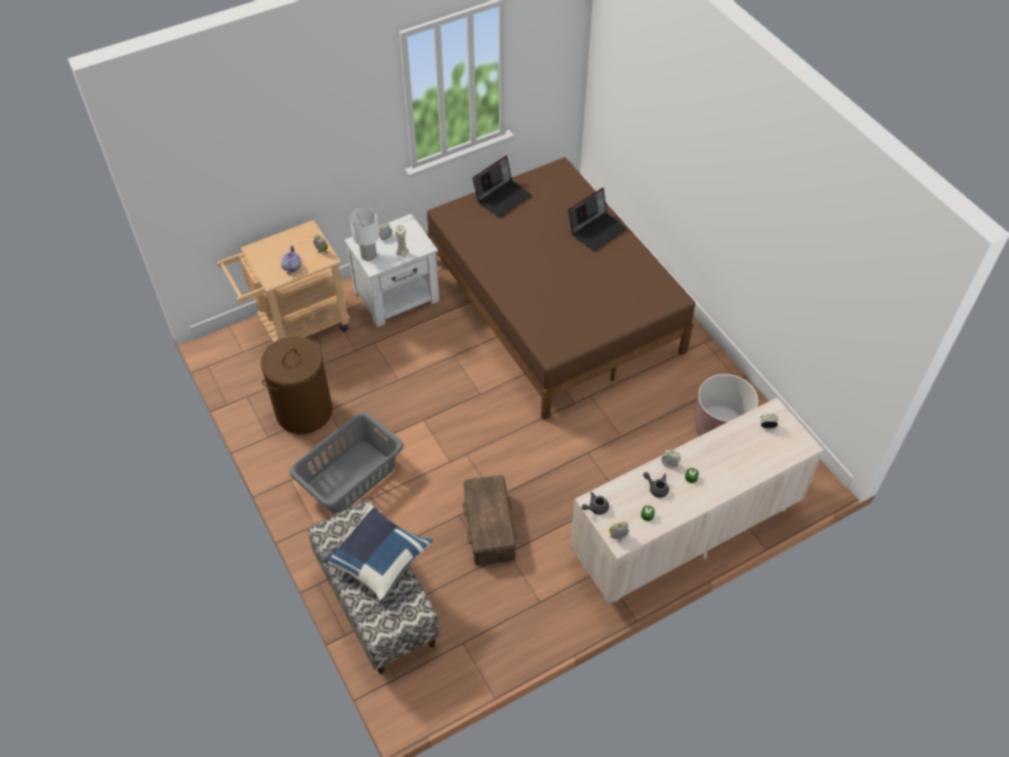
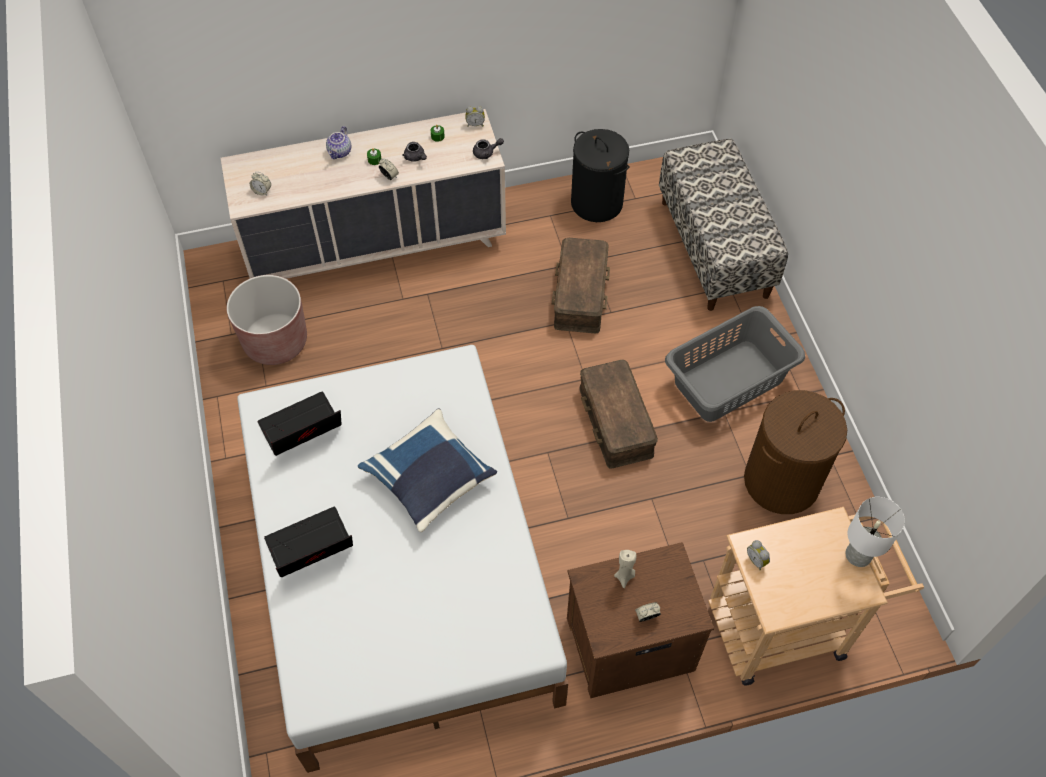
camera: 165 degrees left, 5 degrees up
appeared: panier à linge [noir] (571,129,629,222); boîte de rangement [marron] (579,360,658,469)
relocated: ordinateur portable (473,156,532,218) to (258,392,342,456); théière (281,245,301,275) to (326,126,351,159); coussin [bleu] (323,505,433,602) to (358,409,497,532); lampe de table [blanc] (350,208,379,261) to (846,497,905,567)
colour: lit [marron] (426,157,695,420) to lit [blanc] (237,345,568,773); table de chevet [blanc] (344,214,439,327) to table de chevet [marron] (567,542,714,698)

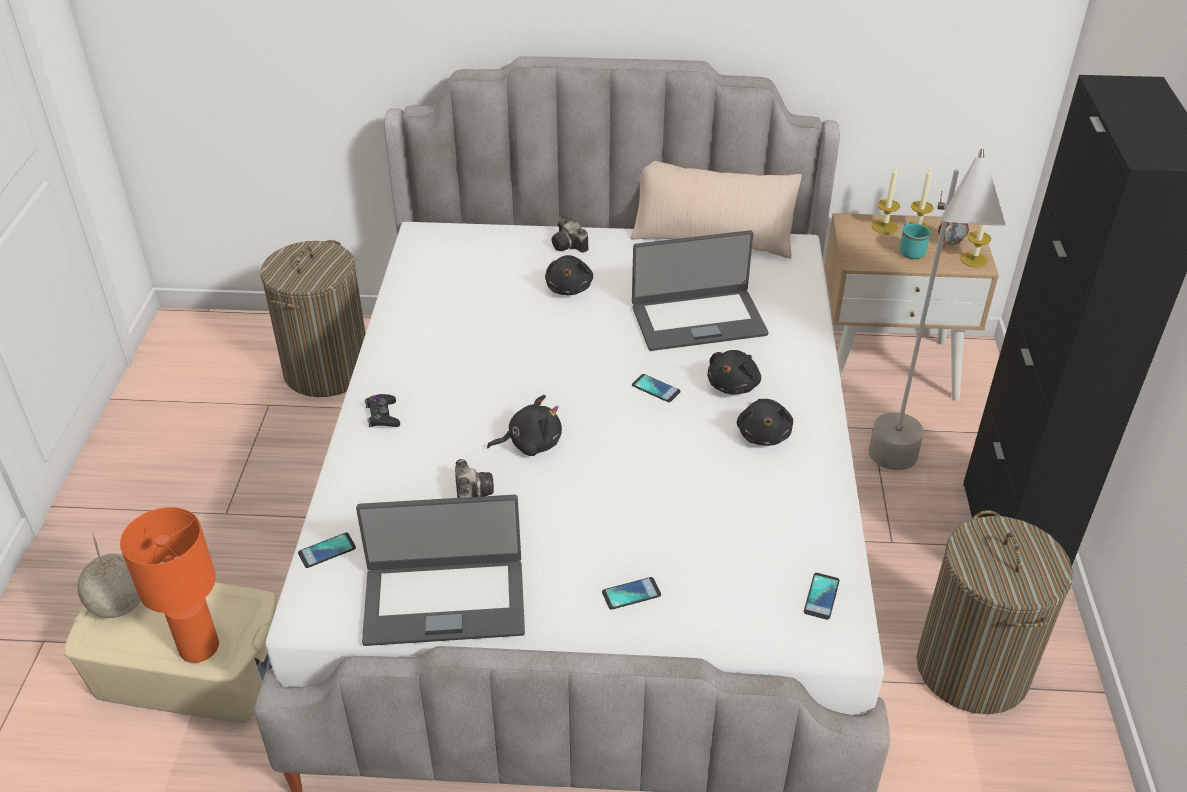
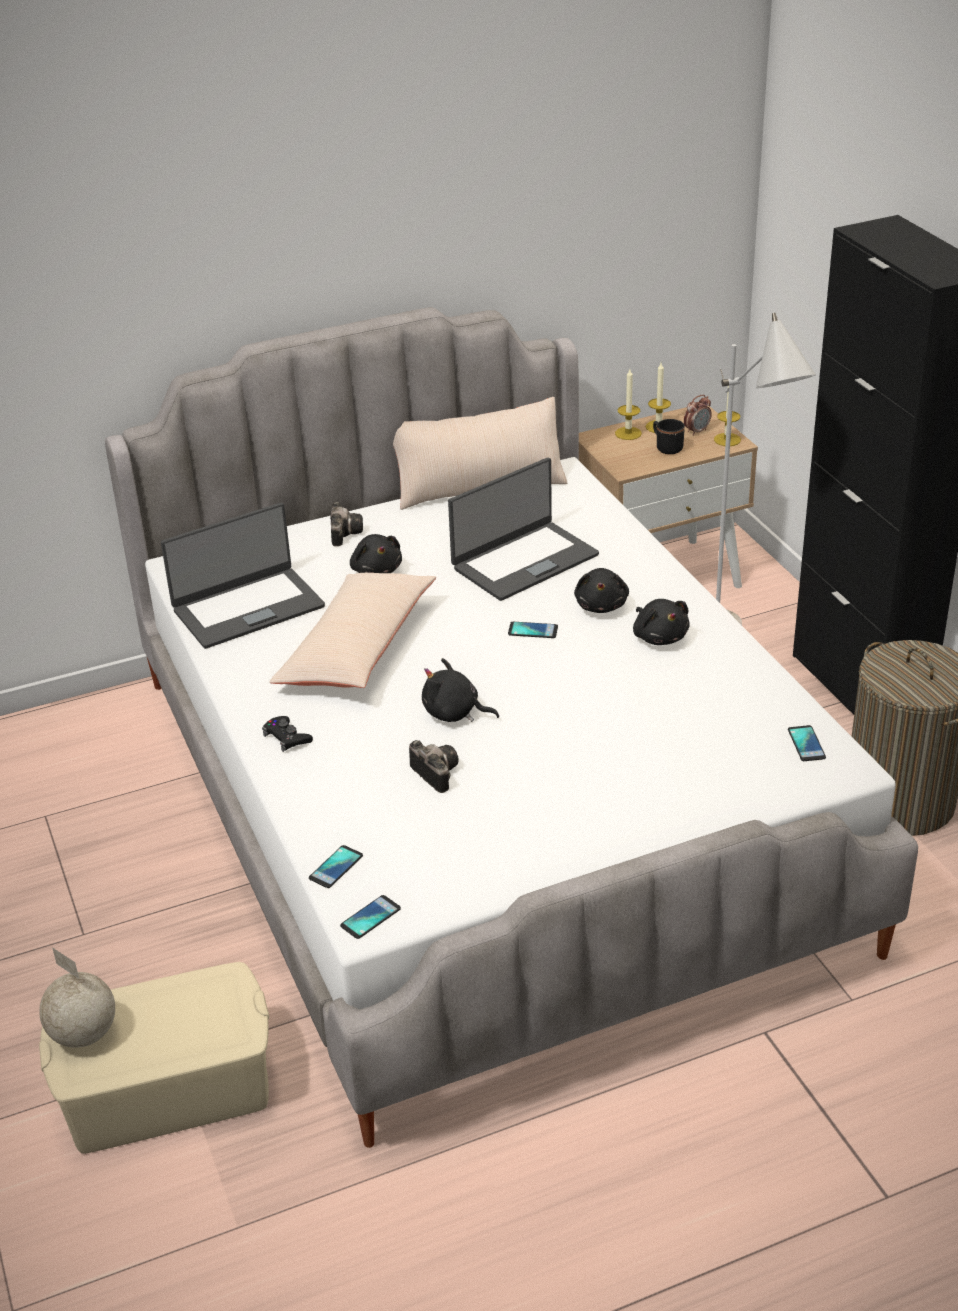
camera: 25 degrees left, 5 degrees down
missing: lampe de table [orange] (120,507,219,663); panier à linge (260,240,366,397)
appeared: coussin [beige] (269,573,436,688)
relocated: ordinateur portable (356,495,525,646) to (161,503,325,649); téléphone (602,577,661,610) to (340,895,401,939)
colour: mug [turquoise] (900,223,931,259) to mug [noir] (653,419,685,454)
spun: appareil photo (551,216,588,253) = (330,502,363,546) 120 degrees counterclockwise; peluche [noir] (487,395,562,456) = (422,658,499,722) 120 degrees counterclockwise

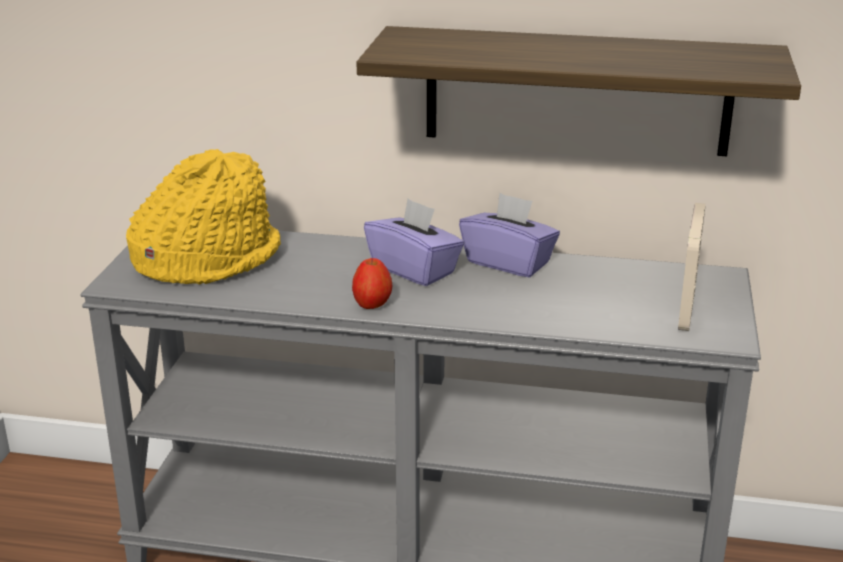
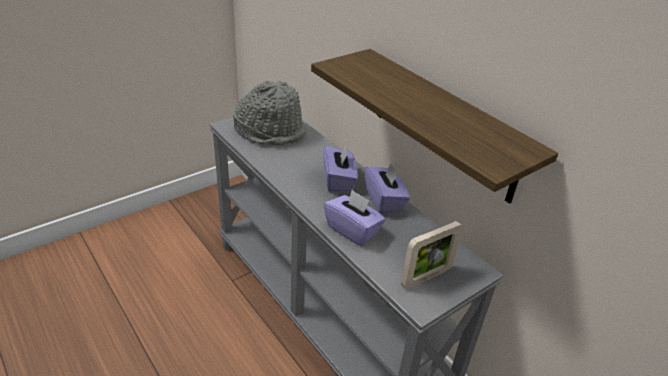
camera: 40 degrees right, 10 degrees up
missing: pomme (352,258,393,309)
appeared: boîte à mouchoirs [violet] (324,190,386,246)
colour: chapeau [jaune] (126,149,281,285) to chapeau [gris] (233,81,307,145)

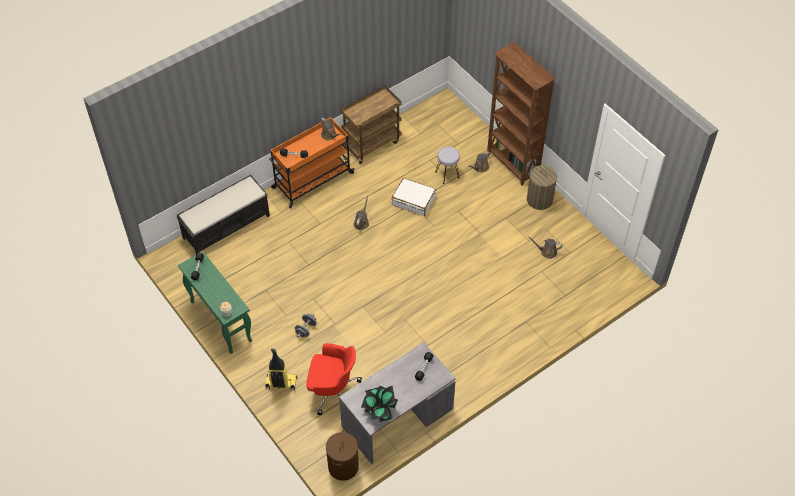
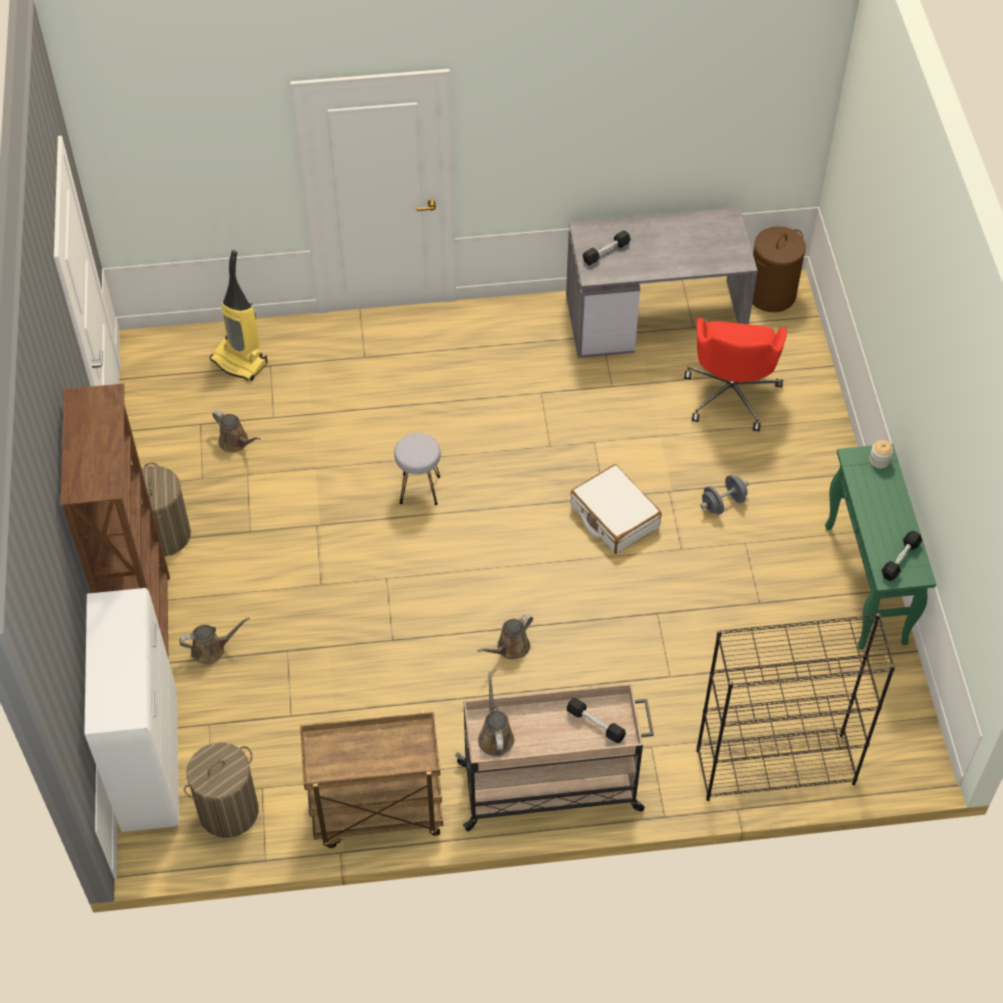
camera: 150 degrees left, 0 degrees up
missing: plante en pot (361,385,398,422)
appeared: meuble de rangement [blanc] (84,588,179,832); panier à linge (184,743,259,838)
relocated: aspirateur (265,348,297,390) to (210,250,268,381); tabouret [gris] (435,146,460,184) to (394,433,441,505); valise [blanc] (392,178,436,216) to (570,464,662,554)
exchanged: banc [noir] (177,175,270,255) to bibliothèque [noir] (696,613,895,801)
colour: chariot [orange] (269,117,355,208) to chariot [beige] (455,683,654,831)
spun: chaise de bureau [rouge] (306,343,362,415) = (684,318,787,431) 120 degrees counterclockwise

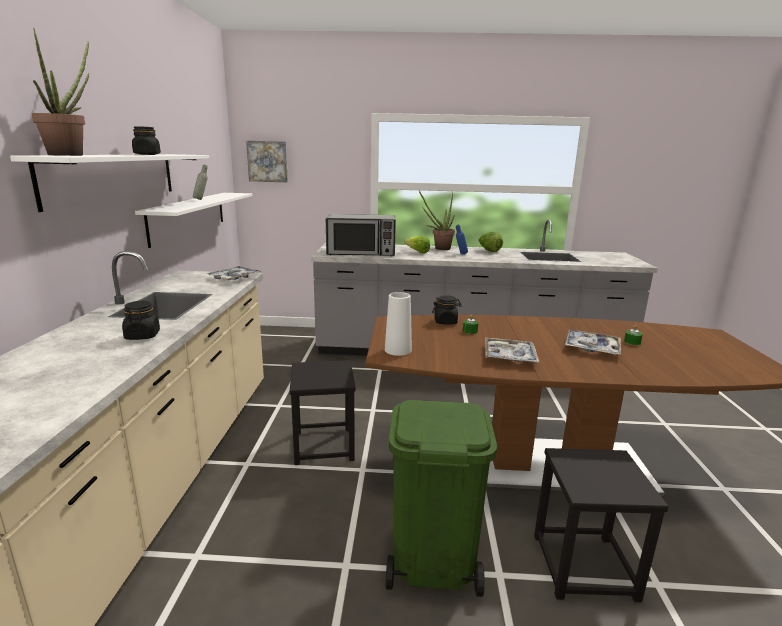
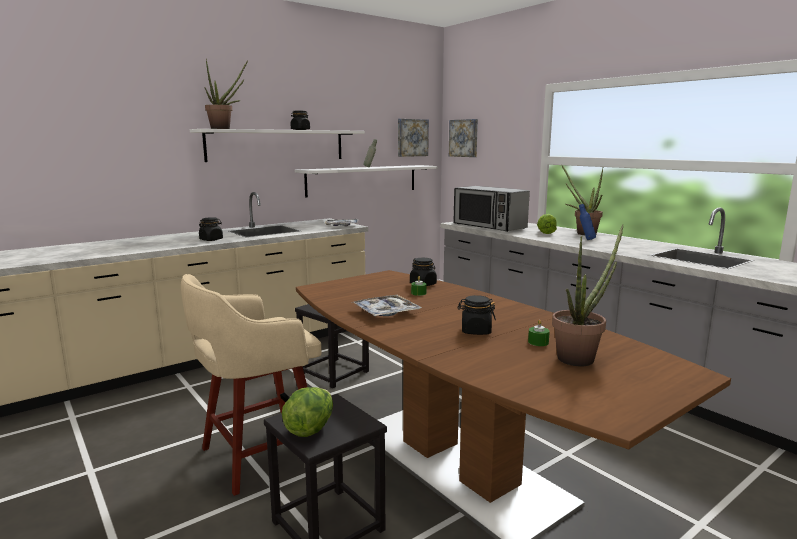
camera: 50 degrees right, 5 degrees down
missing: vase [blanc] (385,292,412,356)
appeared: tableau (398,119,429,157); plante en pot (552,224,624,366)
relocated: laitue (478,232,503,252) to (282,387,333,437)
exchanged: poubelle [vert] (386,400,497,597) to tabouret [beige] (181,274,321,496); plateau (565,330,621,355) to bocal [noir] (458,295,496,335)

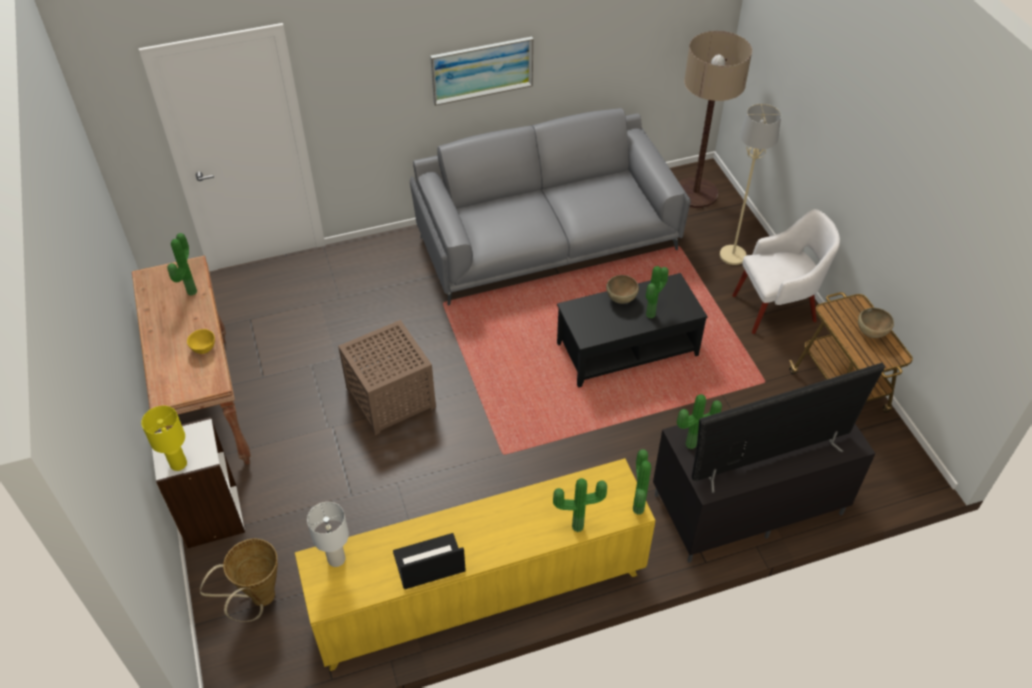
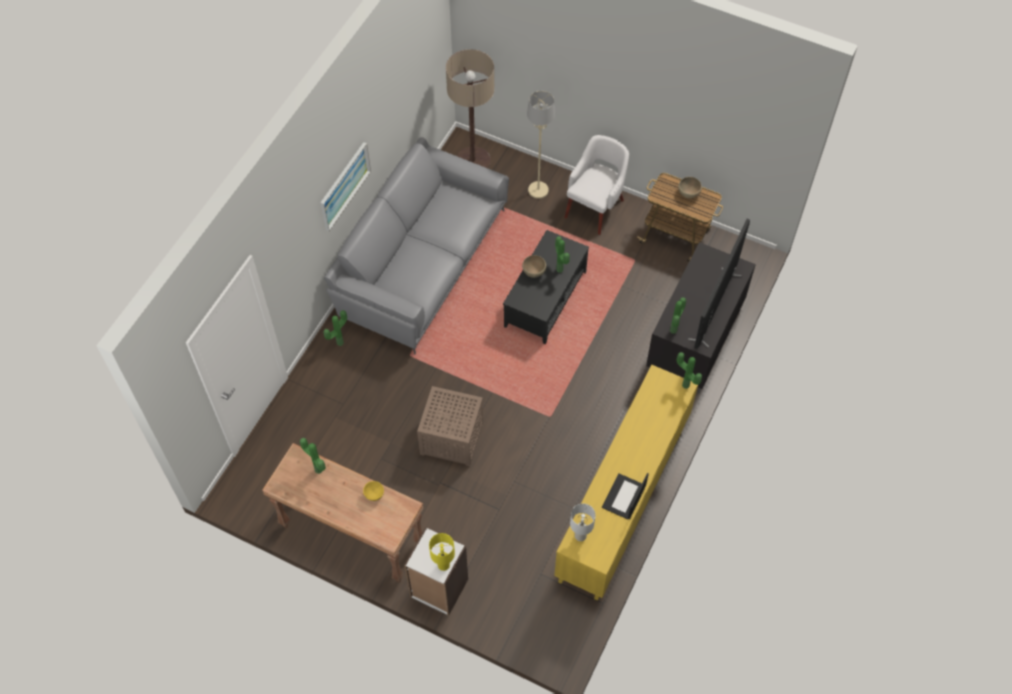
camera: 45 degrees left, 10 degrees up
missing: panier (200,539,278,622)
relocated: plante en pot (553,478,607,532) to (323,310,347,346)

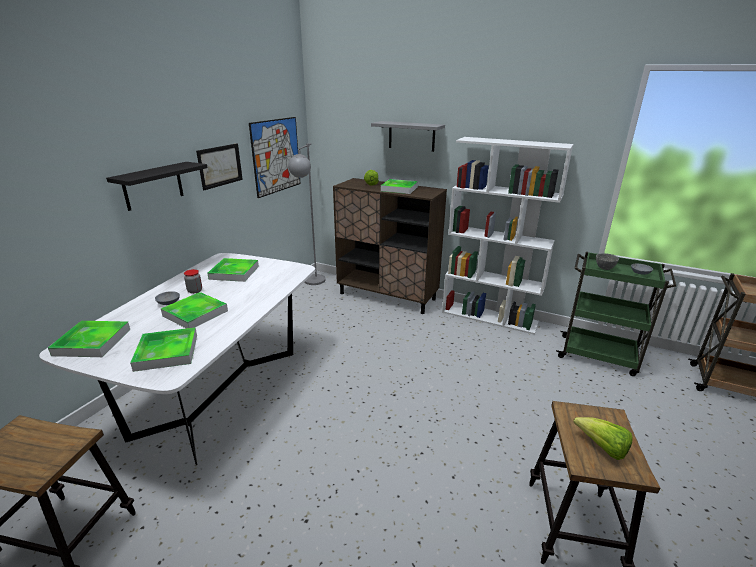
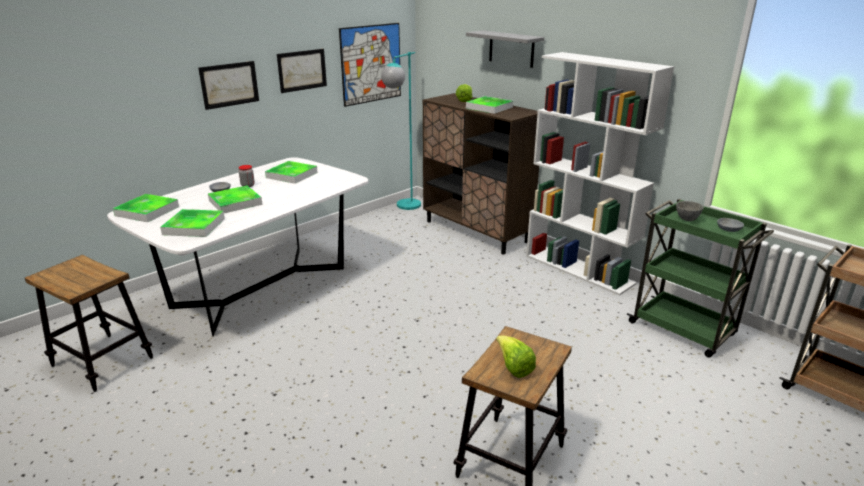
camera: 20 degrees right, 0 degrees up
exchanged: étagère [noir] (106,162,208,211) to tableau (198,61,259,110)
colour: lampadaire [gris] (288,143,326,285) to lampadaire [turquoise] (381,52,421,210)

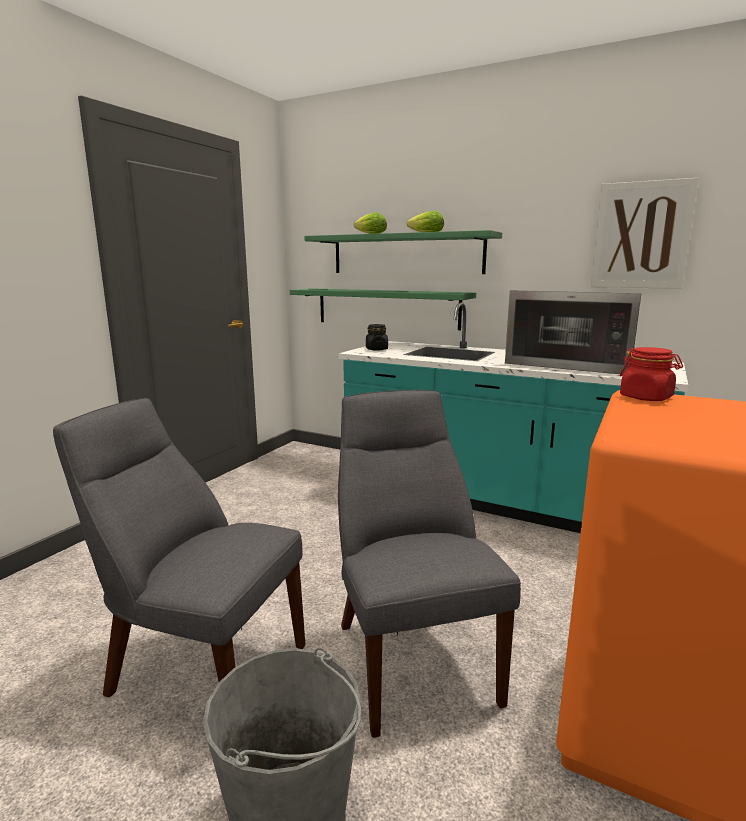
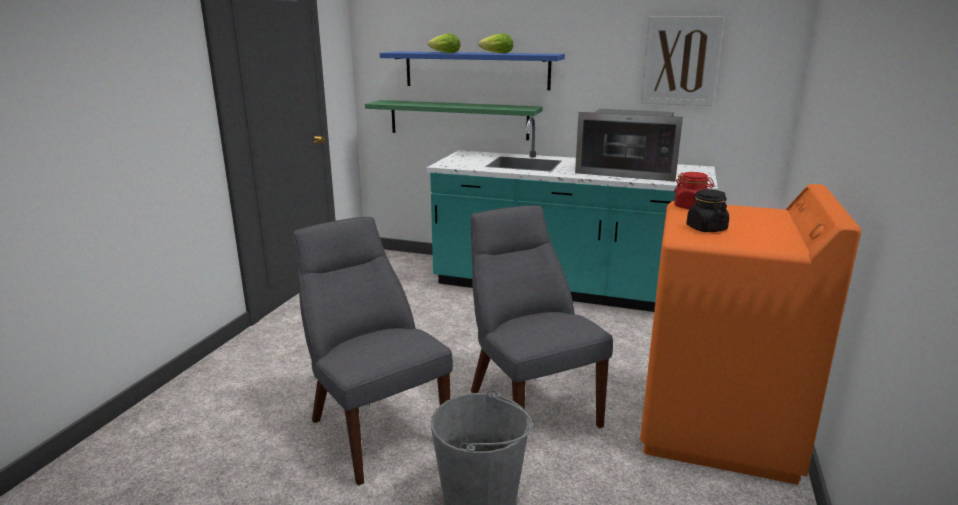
camera: 10 degrees left, 5 degrees up
relocated: bocal [noir] (366,324,388,351) to (686,189,729,232)
colour: étagère [vert] (304,230,502,274) to étagère [bleu] (380,51,565,90)
spun: chaise [gris] (53,398,305,697) = (293,217,453,485) 45 degrees clockwise

